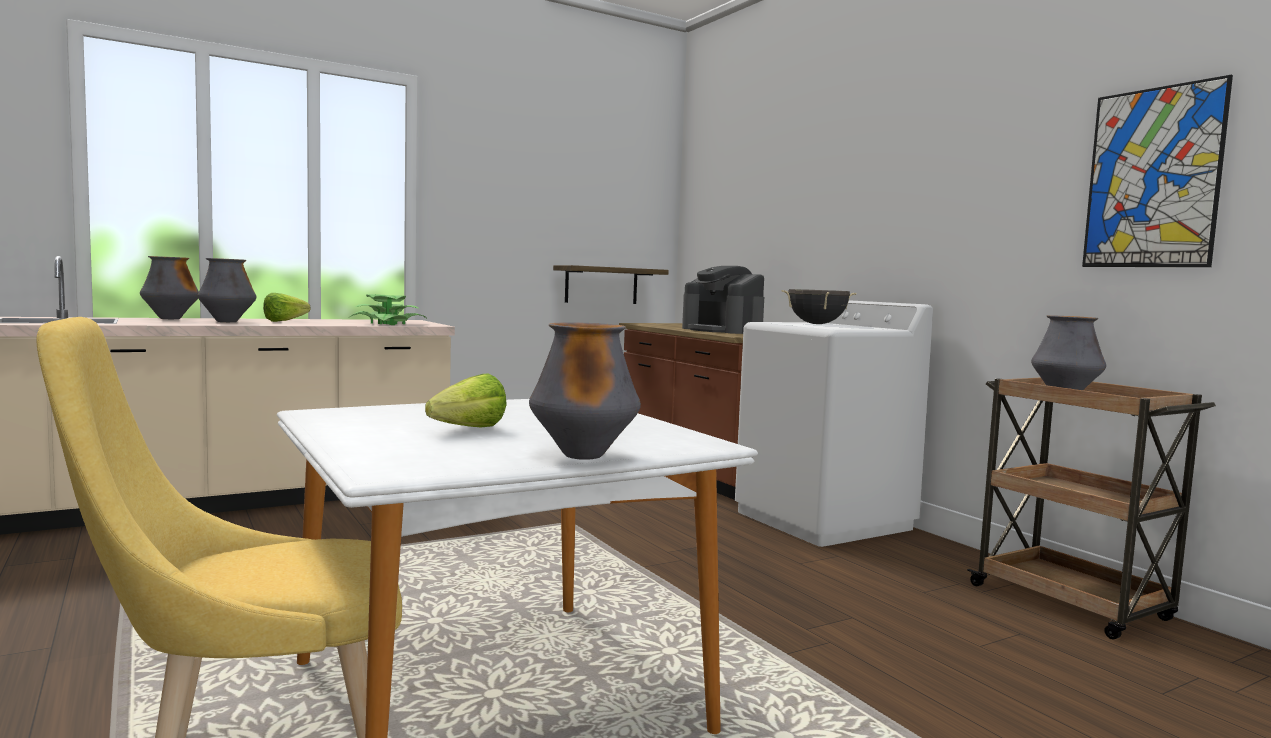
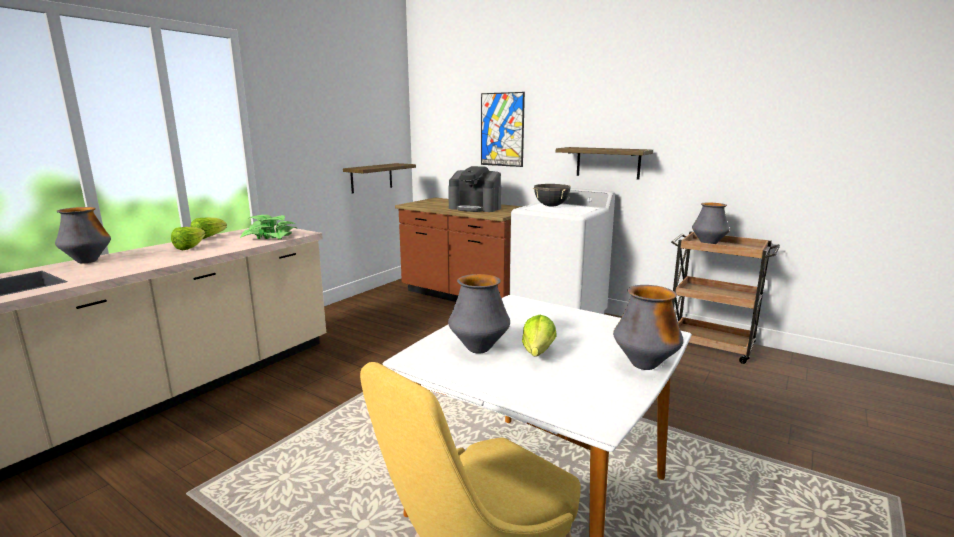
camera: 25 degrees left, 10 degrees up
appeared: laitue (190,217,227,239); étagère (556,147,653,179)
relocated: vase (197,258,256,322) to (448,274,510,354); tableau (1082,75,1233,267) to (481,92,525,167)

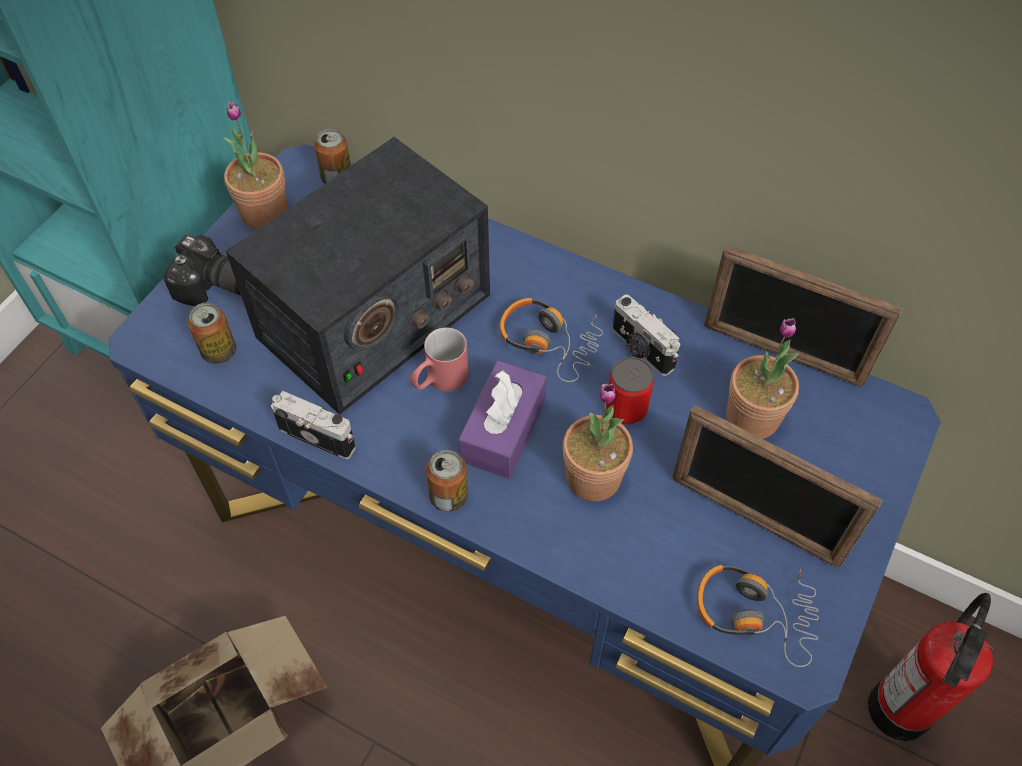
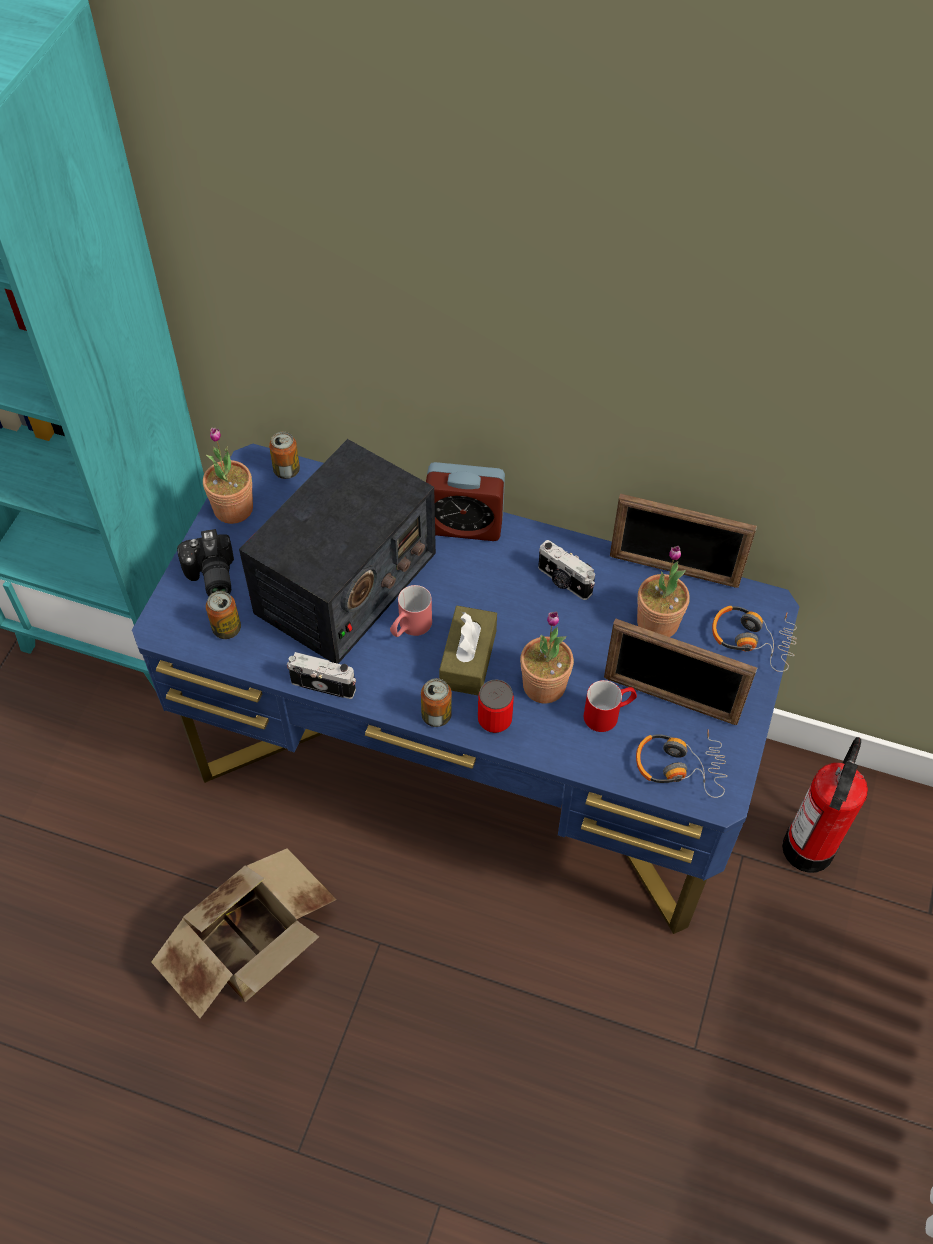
camera: 10 degrees left, 0 degrees up
appeared: réveil (426,462,505,541); mug [rouge] (584,680,637,732)
relocated: boîte métallique (606,357,654,424) to (478,679,514,733); casque audio (500,298,603,382) to (712,606,797,672)
colour: boîte à mouchoirs [violet] (458,360,547,479) to boîte à mouchoirs [marron] (439,606,497,695)
spun: appareil photo (163,234,241,306) = (177,529,234,596) 60 degrees clockwise

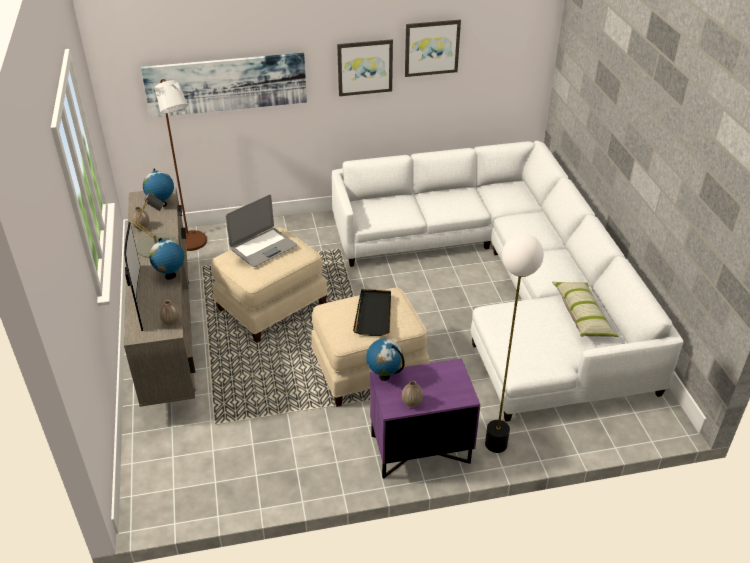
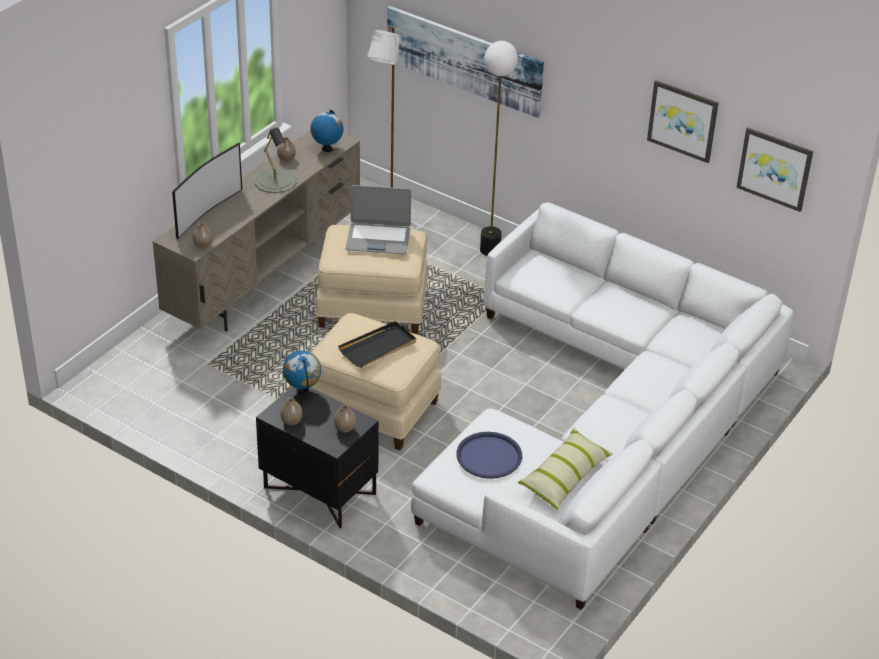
camera: 45 degrees right, 0 degrees up
missing: globe (149,238,184,279)
appeared: vase (334,405,356,433); plateau [bleu] (456,432,522,479)
relocated: lampadaire (485,234,544,453) to (480,41,518,256); tableau (337,39,393,96) to (736,127,813,212)
colour: table de chevet [violet] (370,358,480,479) to table de chevet [noir] (256,387,379,528)

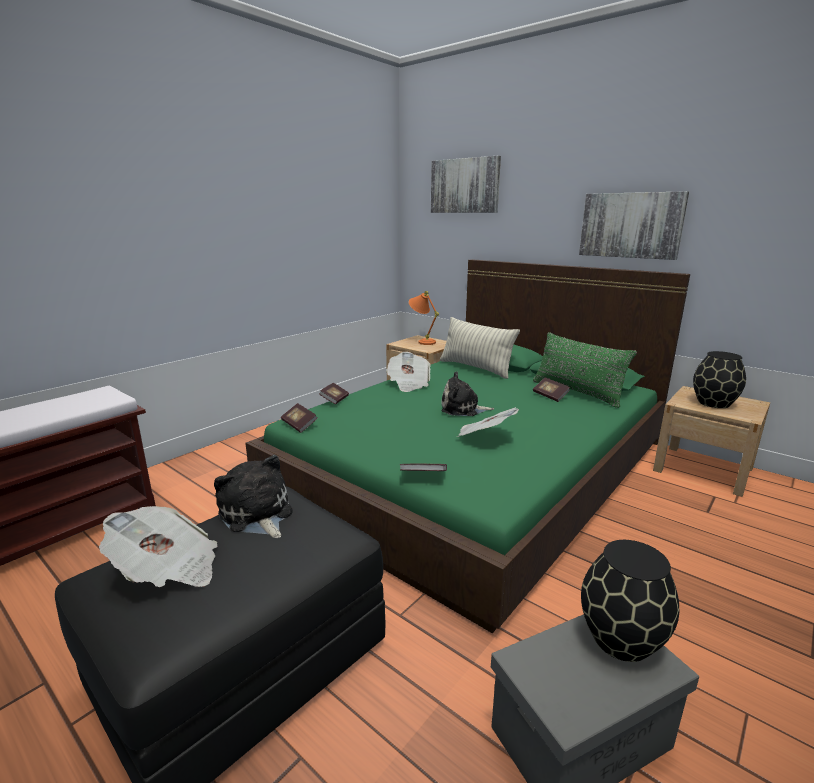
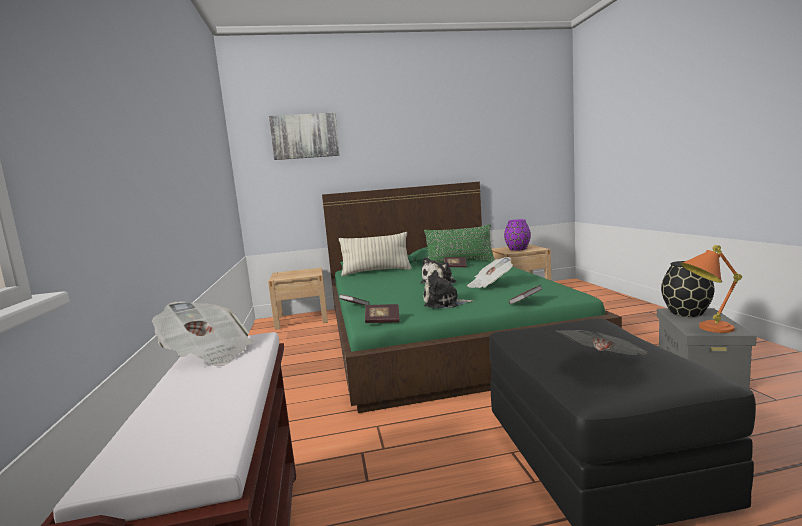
camera: 50 degrees left, 10 degrees down
missing: tableau (579,191,689,260)
relocated: journal (386,352,431,392) to (152,301,254,366); peluche (214,455,293,538) to (424,270,473,308); lampe de table [orange] (409,291,439,345) to (680,245,742,333)
colour: vase [noir] (693,351,746,408) to vase [violet] (504,219,531,251)

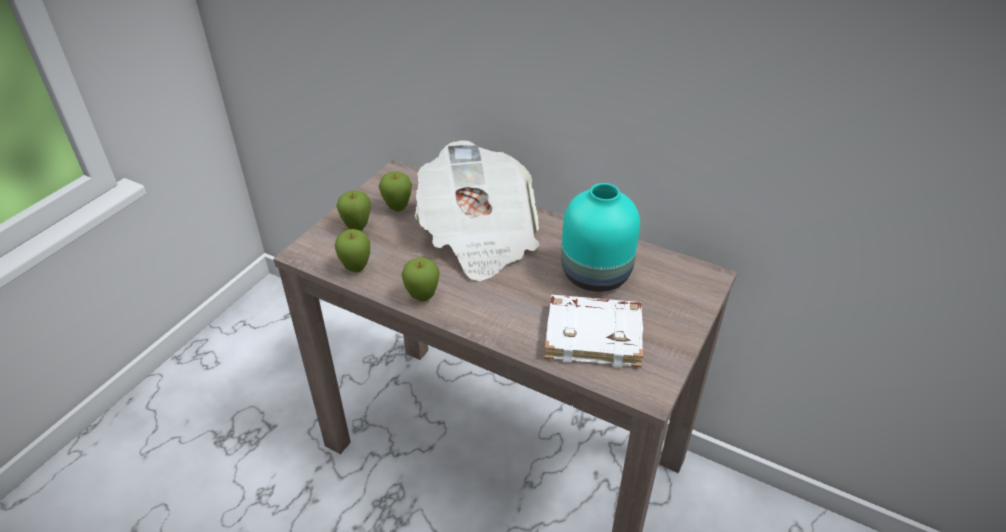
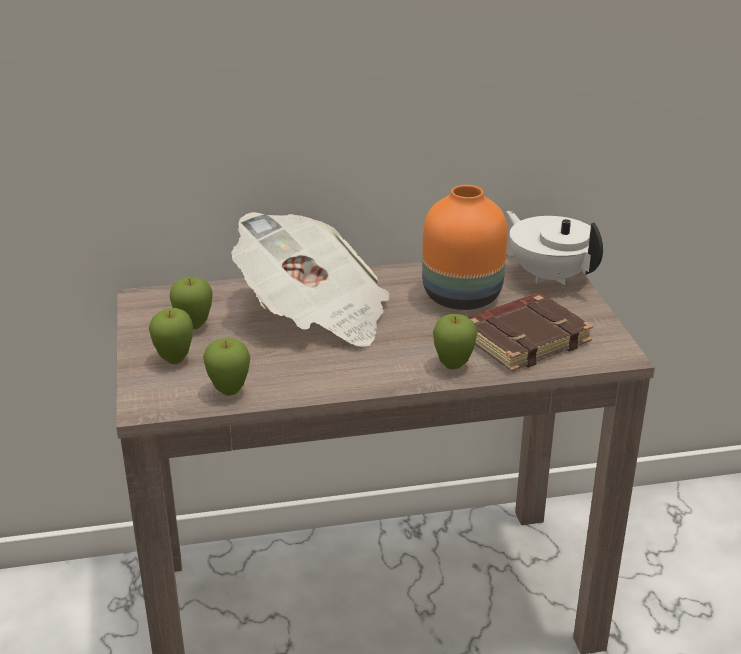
camera: 40 degrees left, 10 degrees down
appeared: théière [blanc] (506,211,603,285)
relocated: pomme (401,257,440,302) to (433,314,478,369)
colour: vase [turquoise] (561,183,640,292) to vase [orange] (422,185,508,310); livre [blanc] (544,295,643,368) to livre [marron] (468,293,593,372)

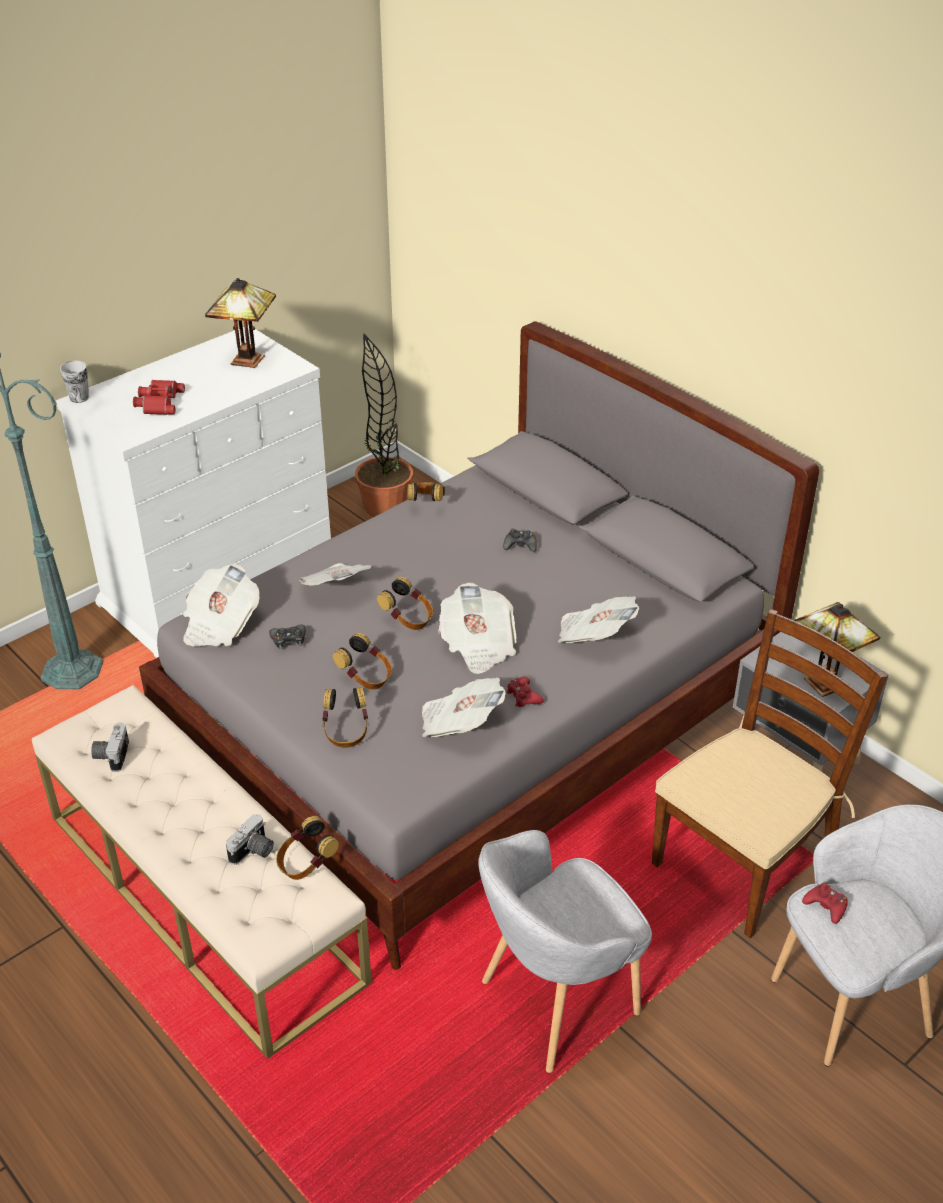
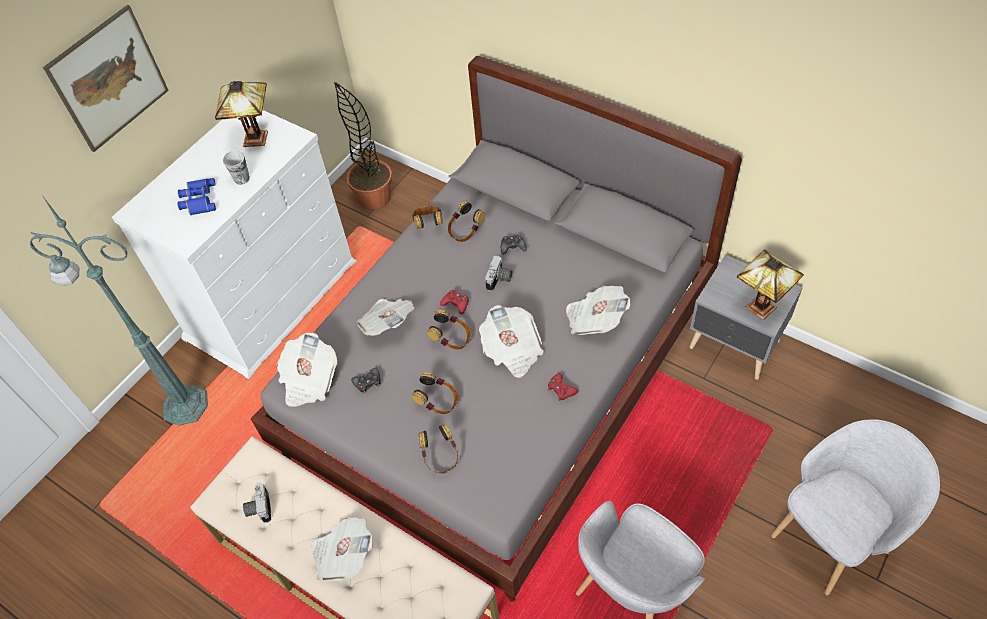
camera: 10 degrees left, 15 degrees up
missing: chaise [marron] (652,609,887,938)
appeared: tableau (43,5,169,152)
relocated: tasse (60,361,89,403) to (223,151,250,185); journal (422,678,506,737) to (311,517,373,582); manette [rouge] (802,883,848,924) to (440,290,468,314); casque audio (276,816,339,880) to (447,201,485,242); appareil photo (226,814,274,865) to (485,256,513,291)
colour: jumelles [rouge] (133,380,185,415) to jumelles [bleu] (177,178,216,215)

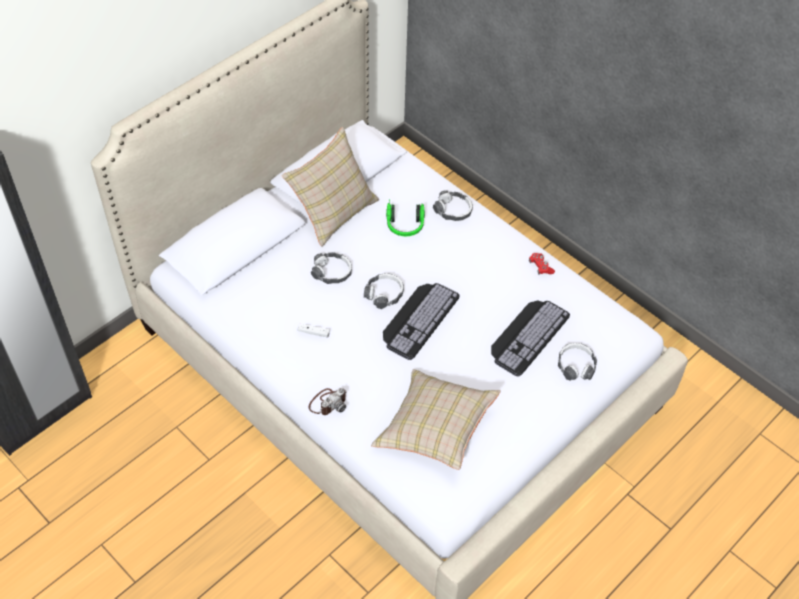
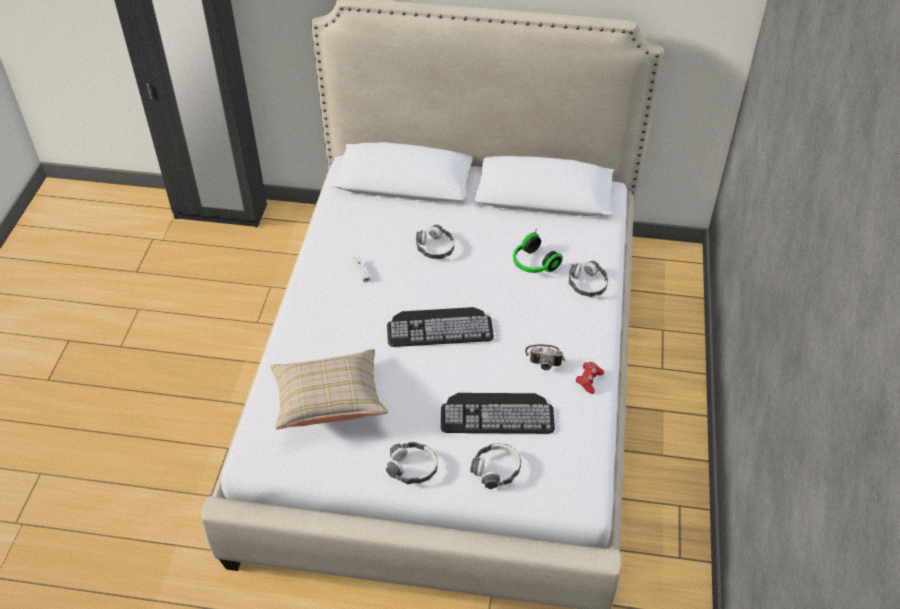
camera: 55 degrees right, 5 degrees down
missing: coussin [beige] (282,127,379,247)
relocated: casque audio (364,273,404,309) to (386,442,437,484); appareil photo (309,388,347,415) to (525,345,566,370)

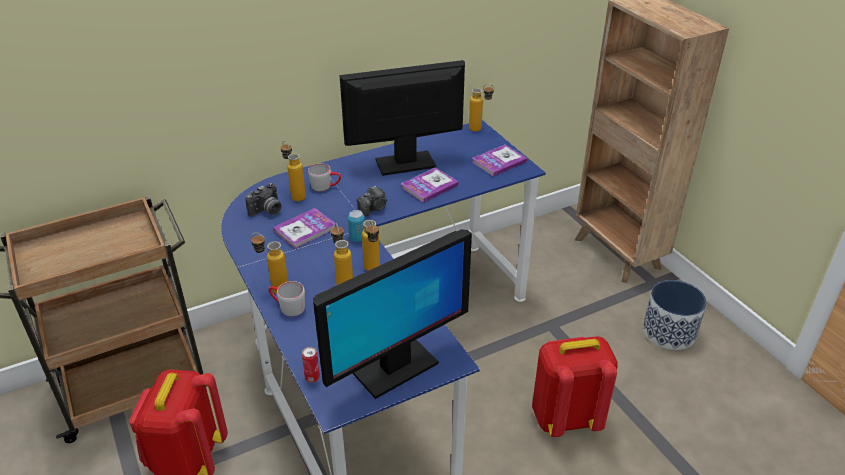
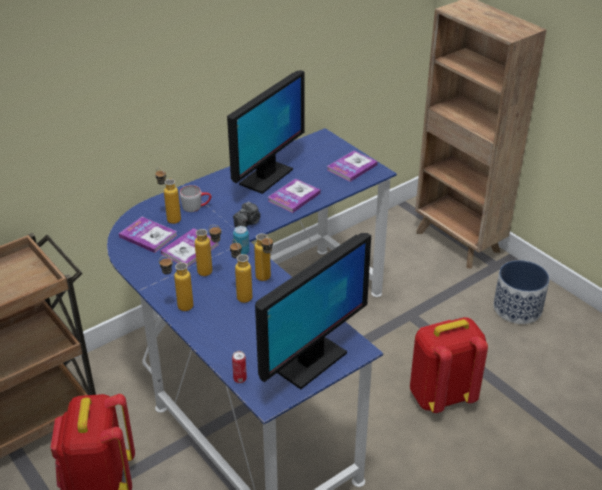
camera: 10 degrees left, 0 degrees up
missing: mug [gris] (269,281,305,316)
relocated: bouteille (469,83,494,132) to (195,225,222,276)
exchanged: appareil photo (245,183,282,217) to livre (119,217,177,253)
spun: écran d'ordinateur (339,60,465,176) = (227,70,305,194) 150 degrees clockwise

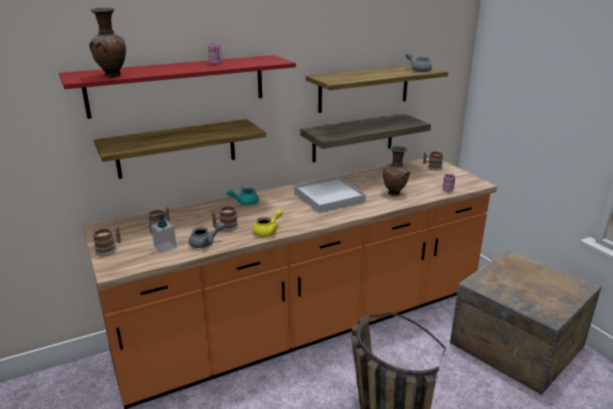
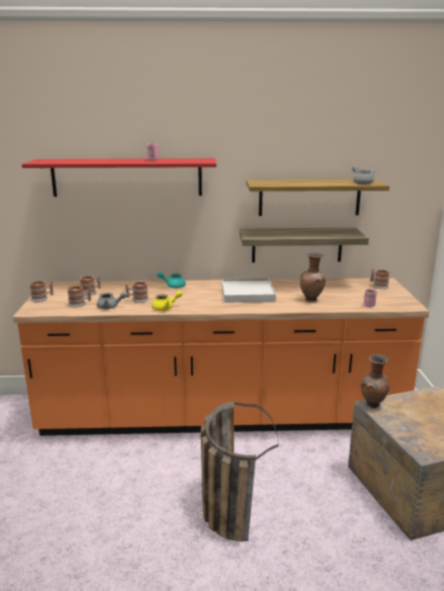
camera: 25 degrees right, 5 degrees down
missing: étagère (94,119,266,179)
relocated: vase [marron] (89,8,126,77) to (361,354,390,408)
exchanged: distributeur de savon (151,212,177,253) to mug (68,286,91,308)

